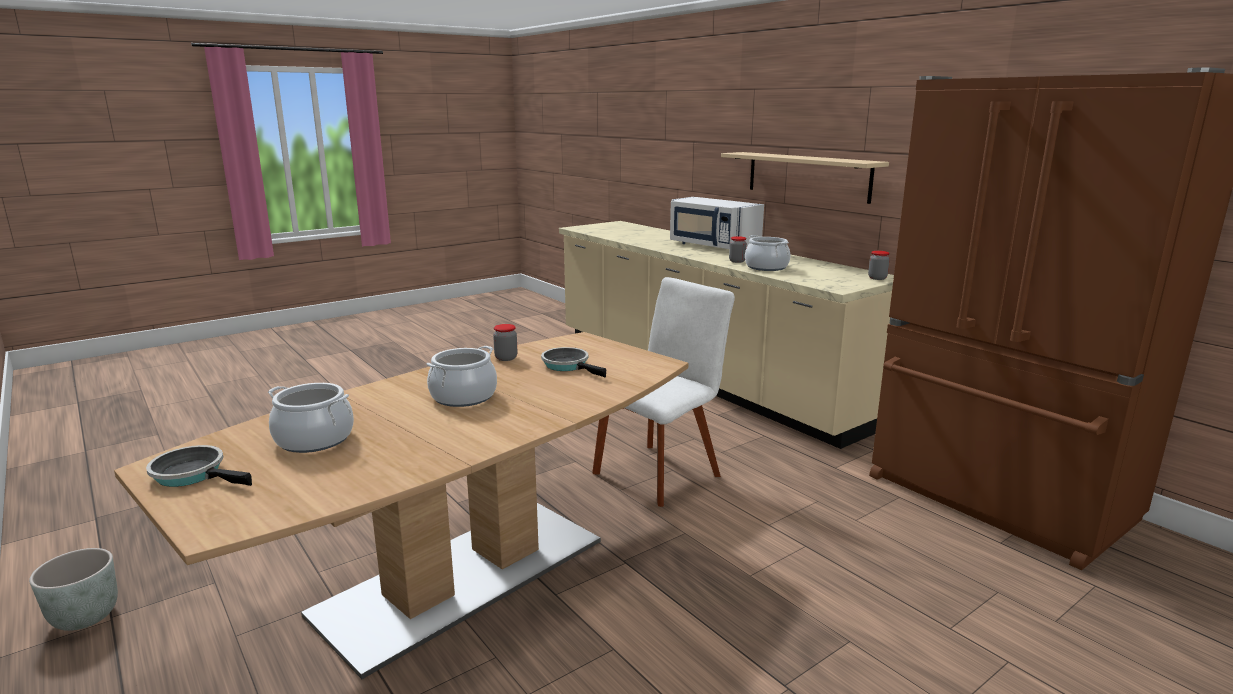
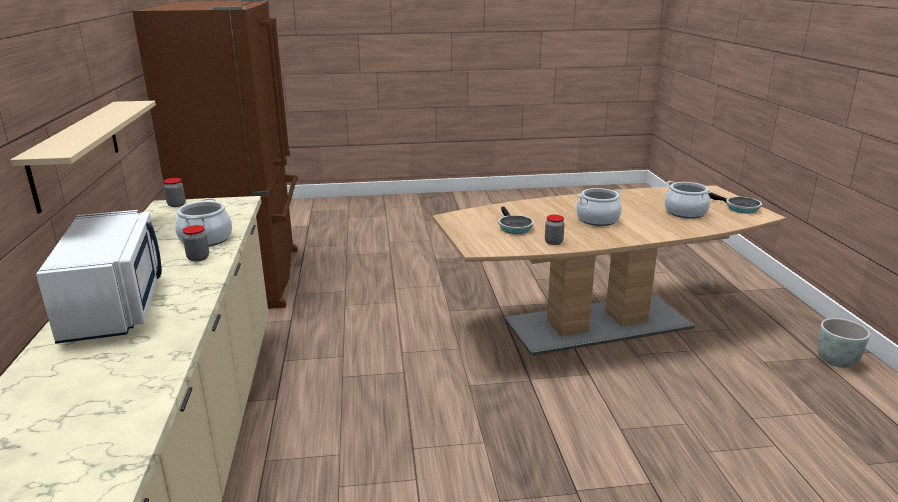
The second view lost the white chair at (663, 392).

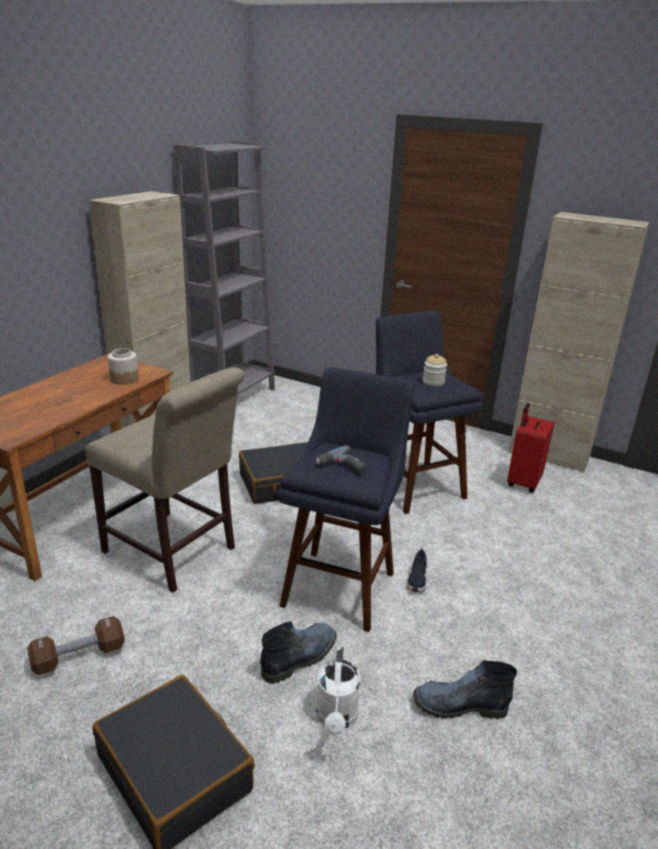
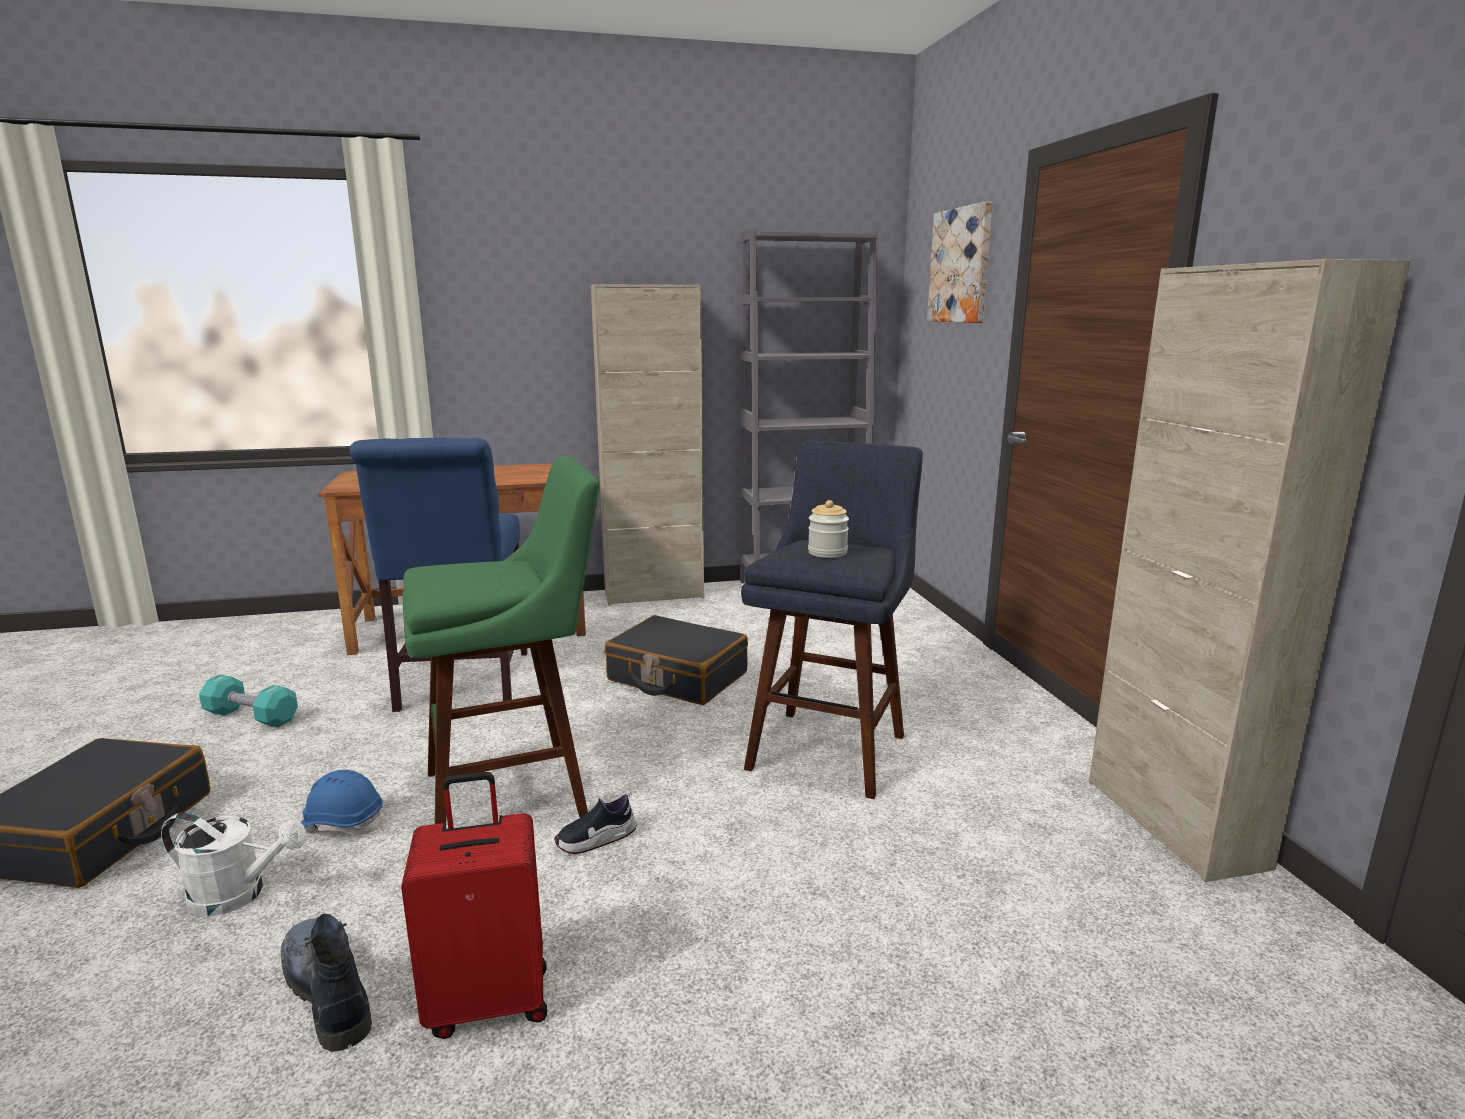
The white watering can at (338, 691) ended up facing another way, 135 degrees counterclockwise from before.
What was the brown dumbbell at (76, 645) turned into the turquoise dumbbell at (248, 700).
Where the boot stood at (298, 652), the blue hard hat came to stand at (341, 802).
What was the beige chair at (164, 480) turned into the blue chair at (439, 574).
The red suitcase ended up elsewhere, having gone from (530, 448) to (474, 905).
What was the blue stool at (346, 499) turned into the green stool at (501, 640).
The second view gained the picture at (960, 262).
The second view lost the jar at (123, 366).
The second view lost the power drill at (341, 459).

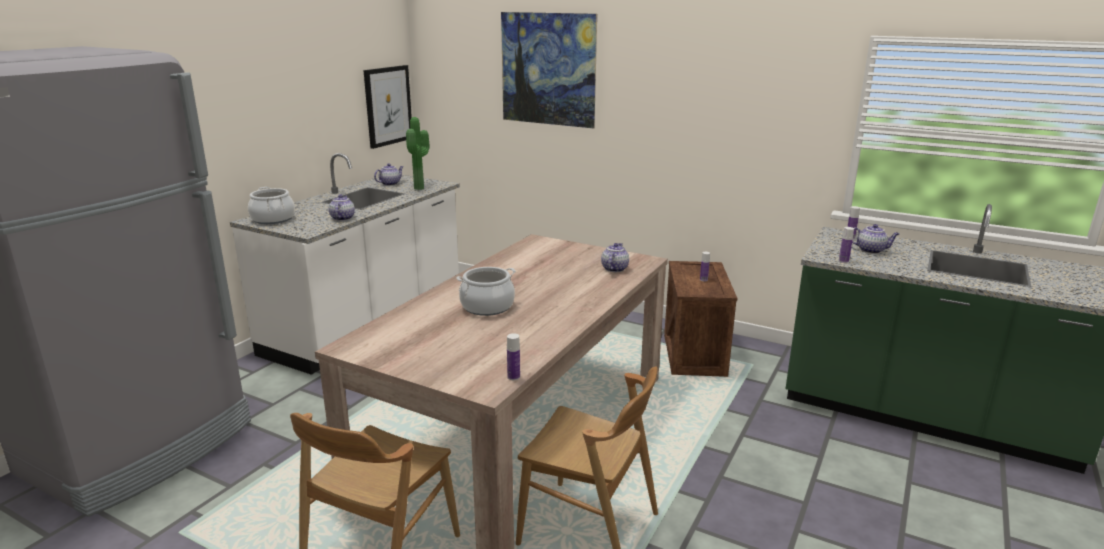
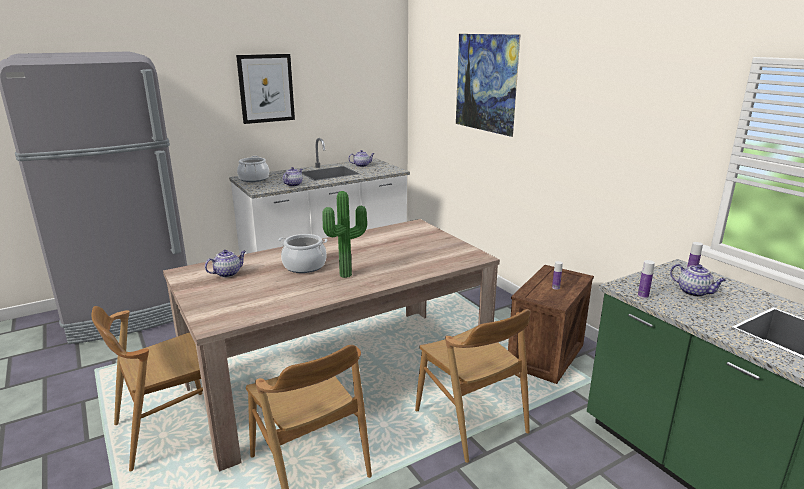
The teapot ended up elsewhere, having gone from (615, 257) to (225, 264).
The picture ended up elsewhere, having gone from (387, 107) to (265, 89).
The potted plant ended up elsewhere, having gone from (417, 153) to (344, 234).
The second view gained the brown chair at (472, 386).
The second view lost the bottle at (513, 356).

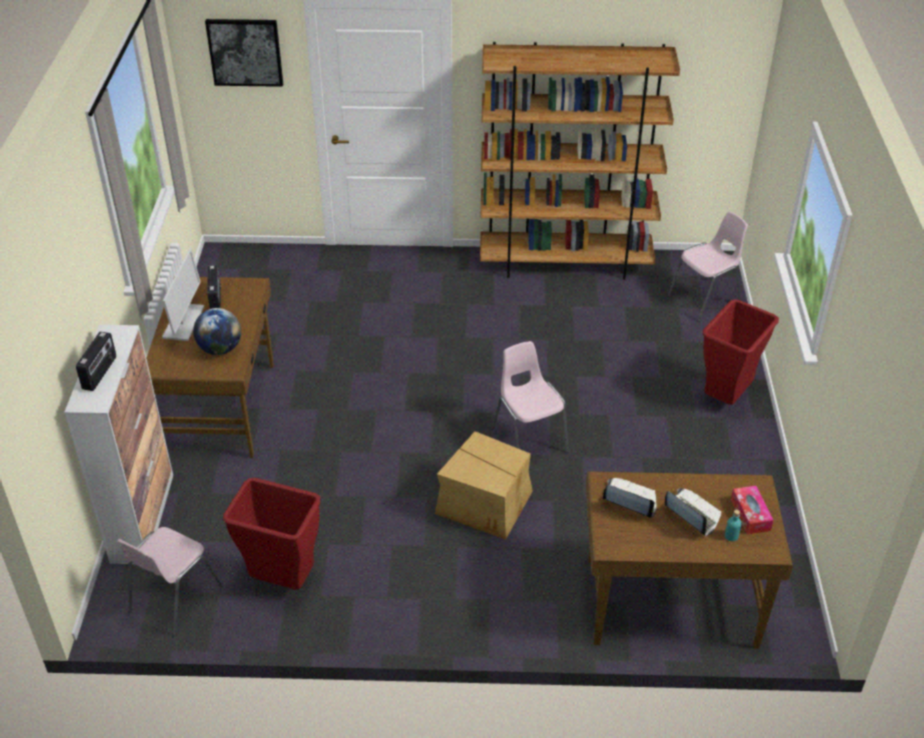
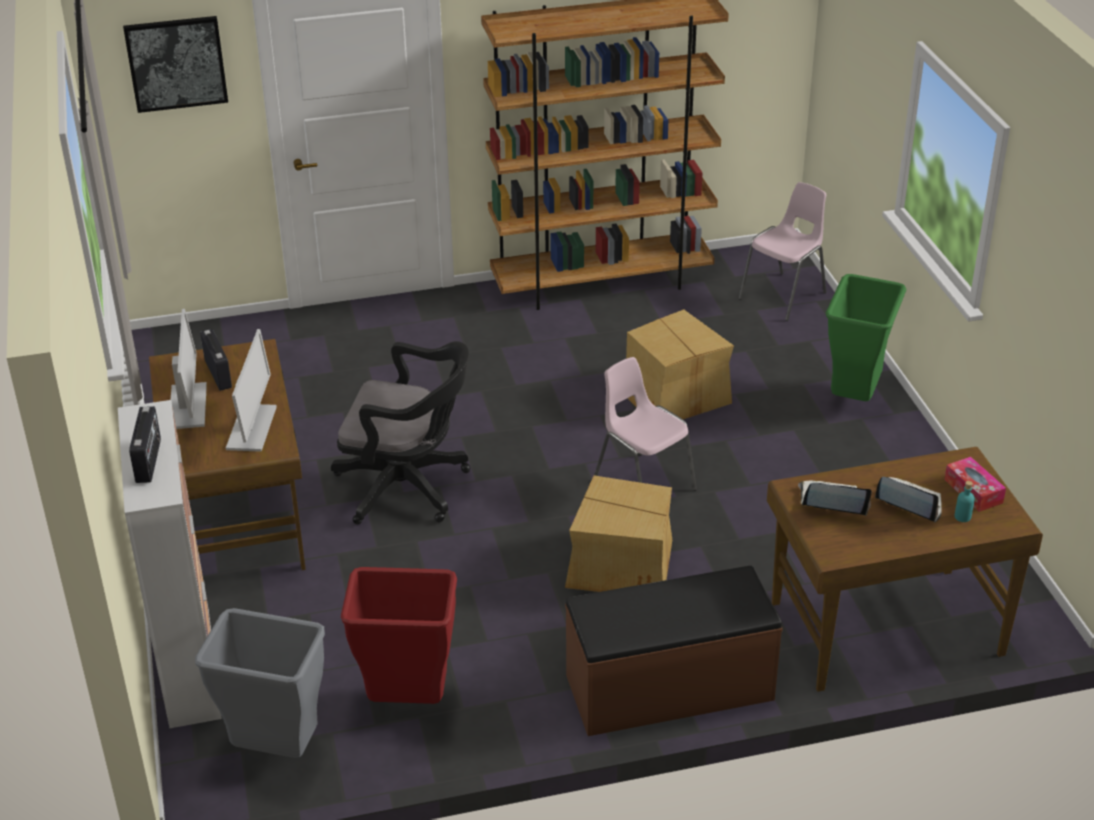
Where the pink chair stood at (170, 582), the grey trash can came to stand at (260, 683).
Where the globe stood at (217, 331), the monitor came to stand at (251, 390).
The second view gained the black office chair at (400, 433).
The second view gained the brown bench at (674, 651).
The second view gained the cardboard box at (680, 364).
What was the red trash can at (741, 352) turned into the green trash can at (866, 337).

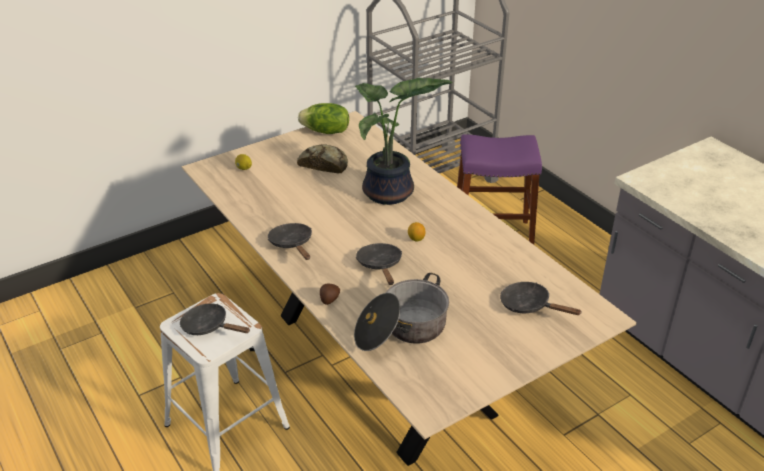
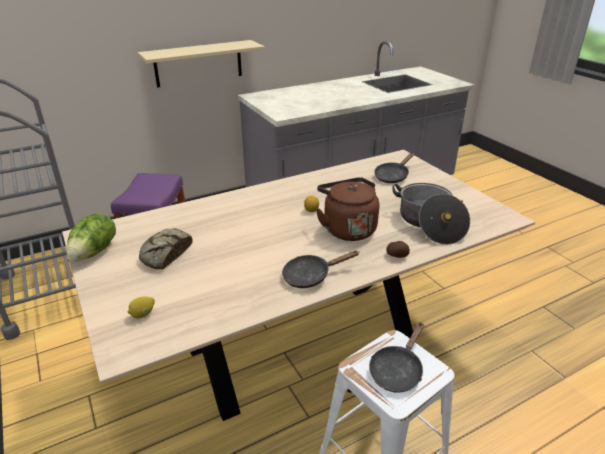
The second view gained the beige shelf at (201, 64).
Where the black frying pan stood at (379, 264), the brown kettle came to stand at (347, 209).
The second view lost the potted plant at (404, 141).

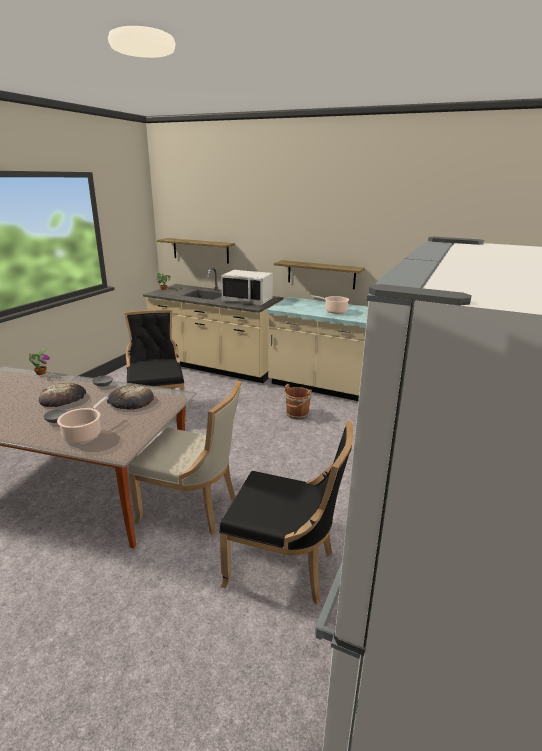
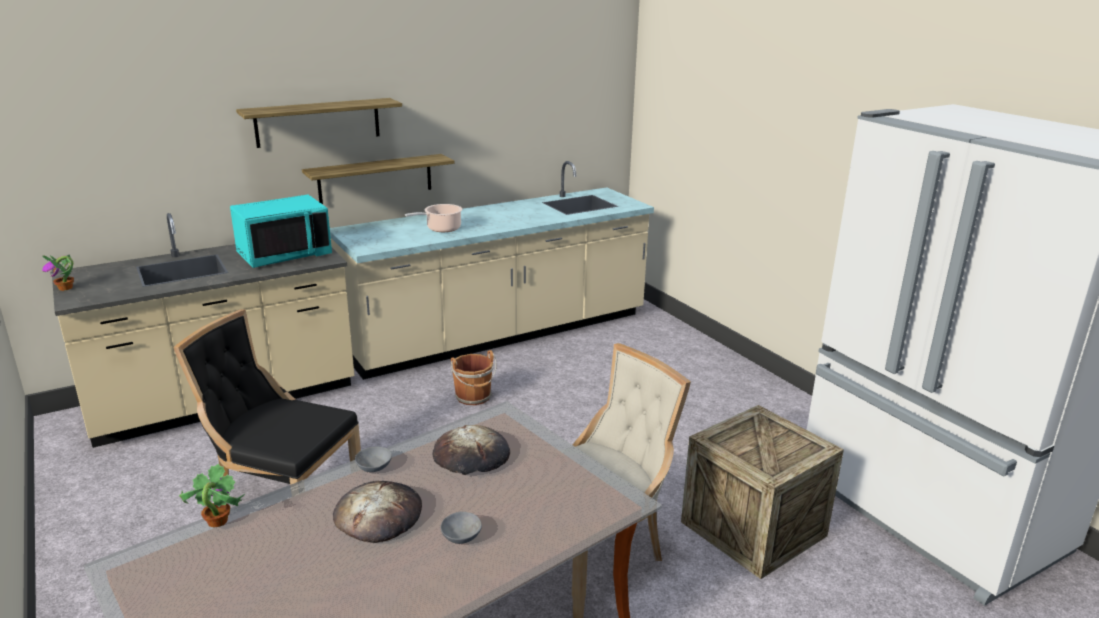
What was the white microwave at (247, 287) turned into the turquoise microwave at (281, 231).
The shelf ended up elsewhere, having gone from (196, 250) to (319, 123).
Where the black chair stood at (286, 513), the crate came to stand at (762, 492).
The second view lost the cooking pot at (82, 420).

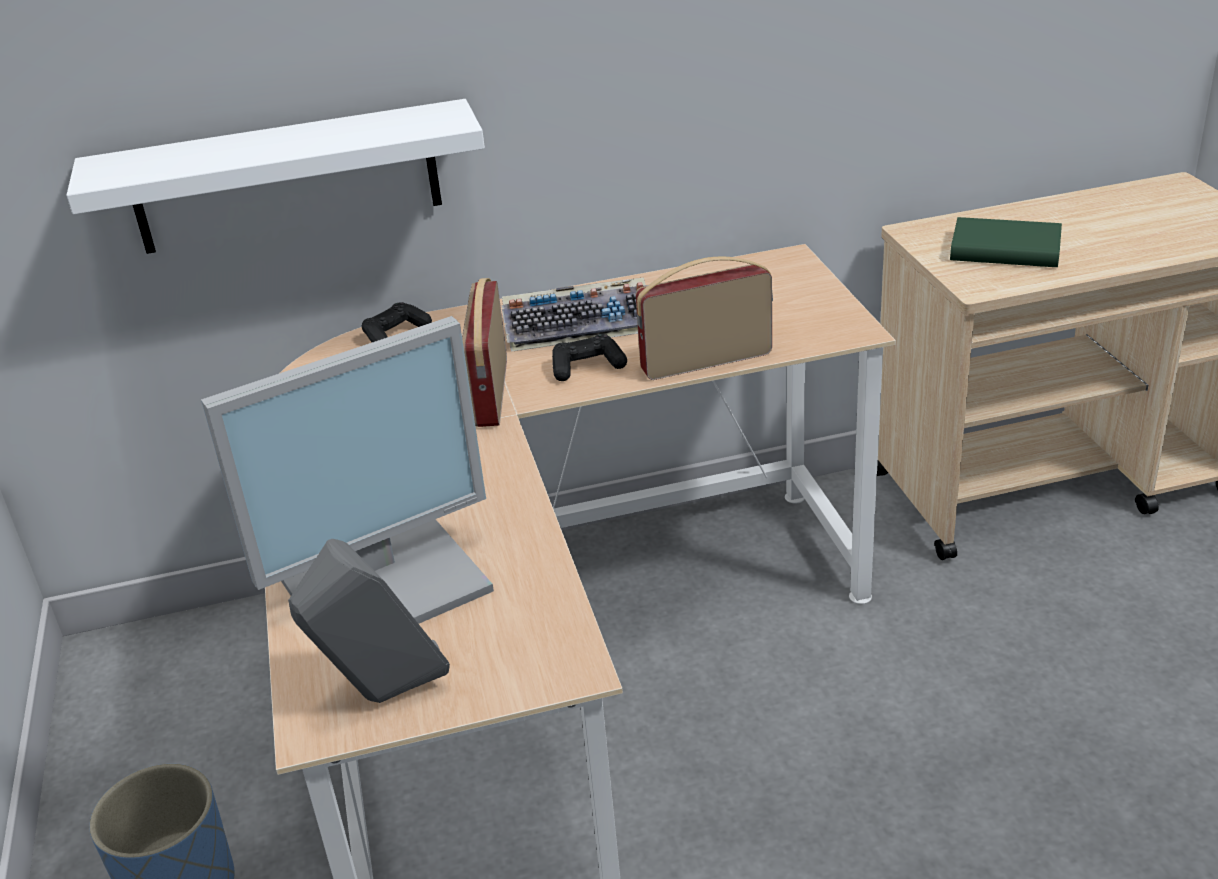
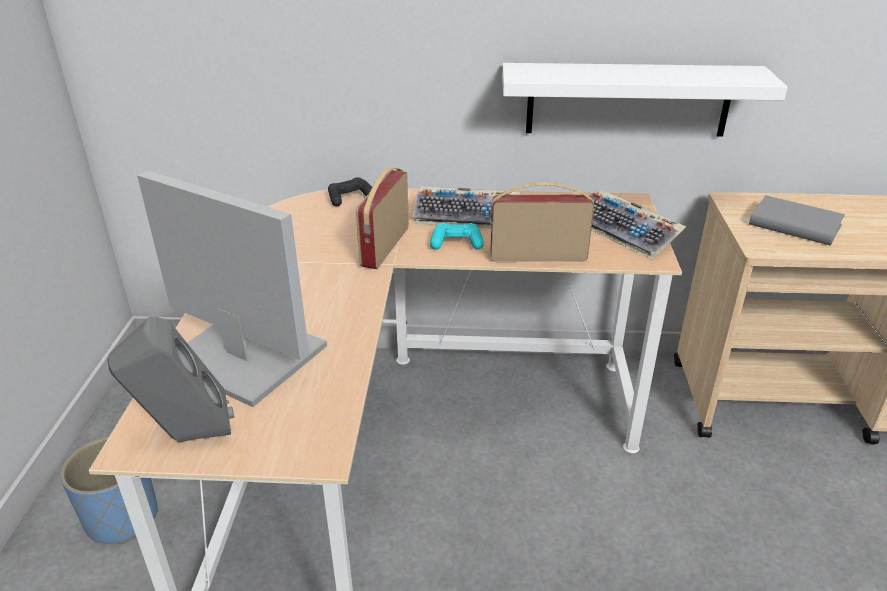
The monitor at (347, 470) ended up facing another way, 135 degrees counterclockwise from before.
What was the black game controller at (589, 357) turned into the turquoise game controller at (457, 236).
The white shelf ended up elsewhere, having gone from (275, 176) to (645, 100).
The second view gained the keyboard at (637, 225).
What was the green book at (1006, 242) turned into the grey book at (797, 220).

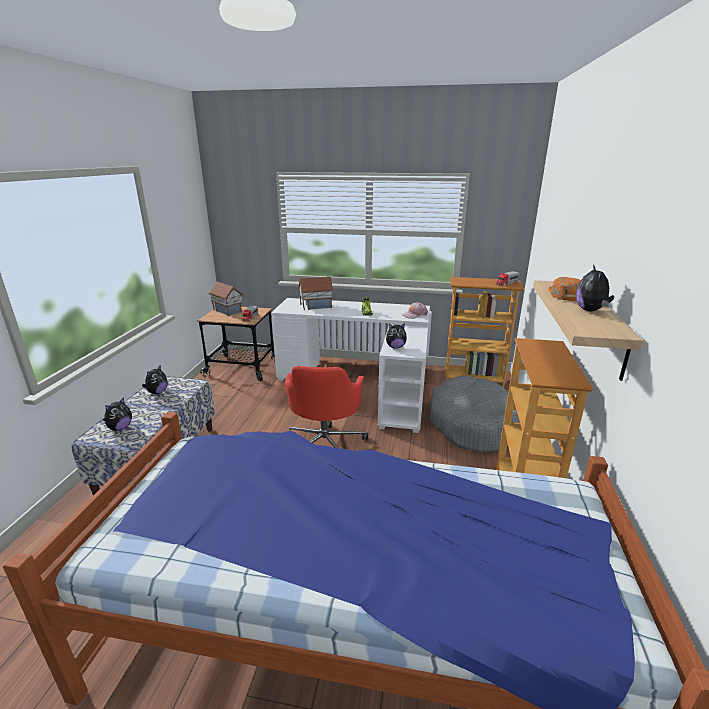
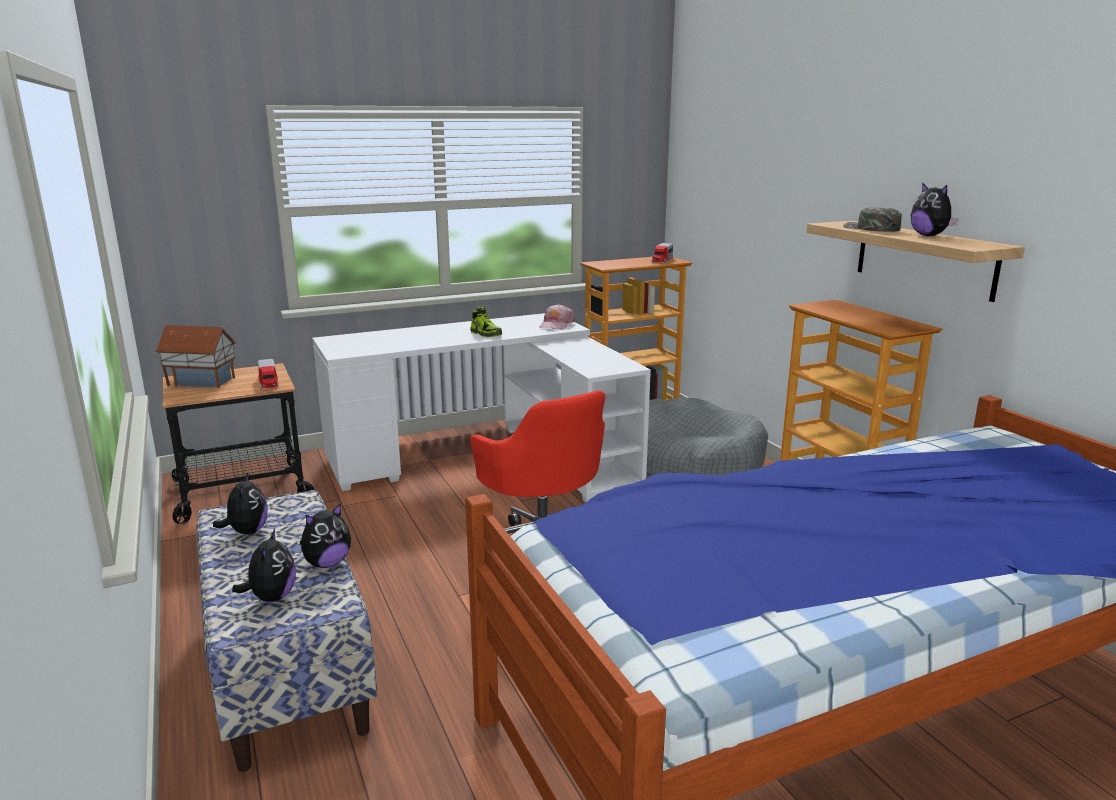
The plush toy ended up elsewhere, having gone from (396, 336) to (325, 535).
What was the orange cap at (564, 289) turned into the green cap at (872, 220).
The second view lost the toy house at (316, 293).

